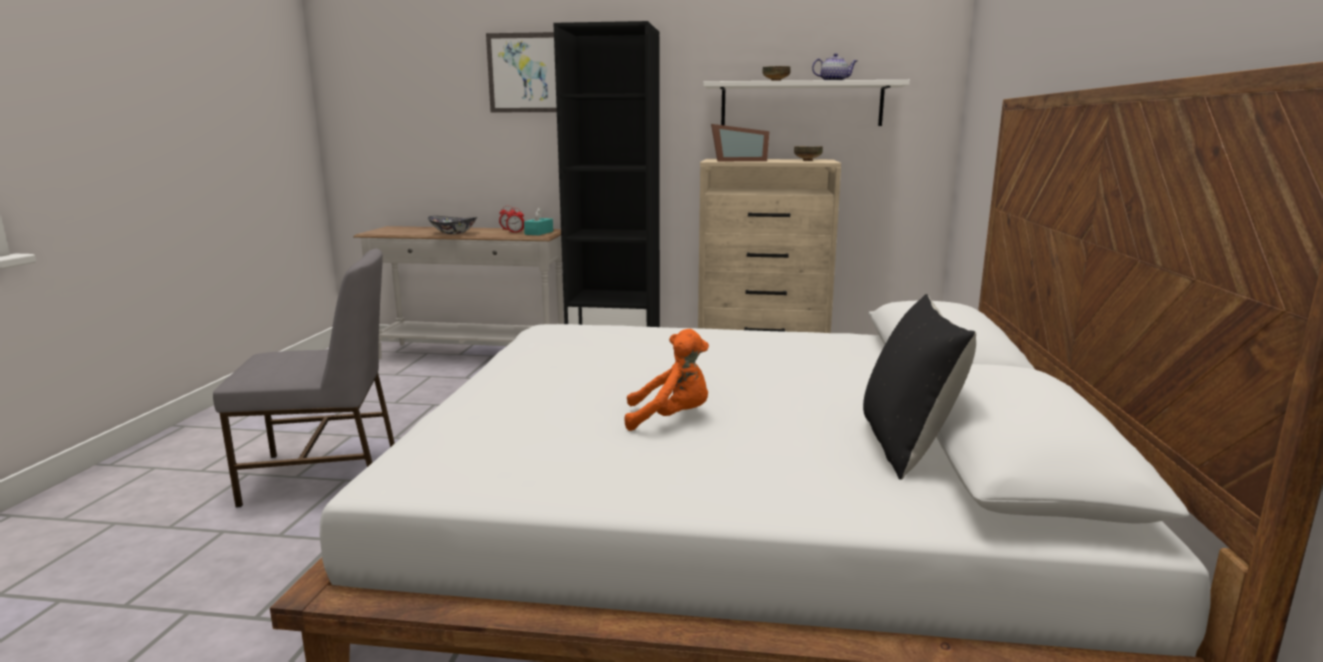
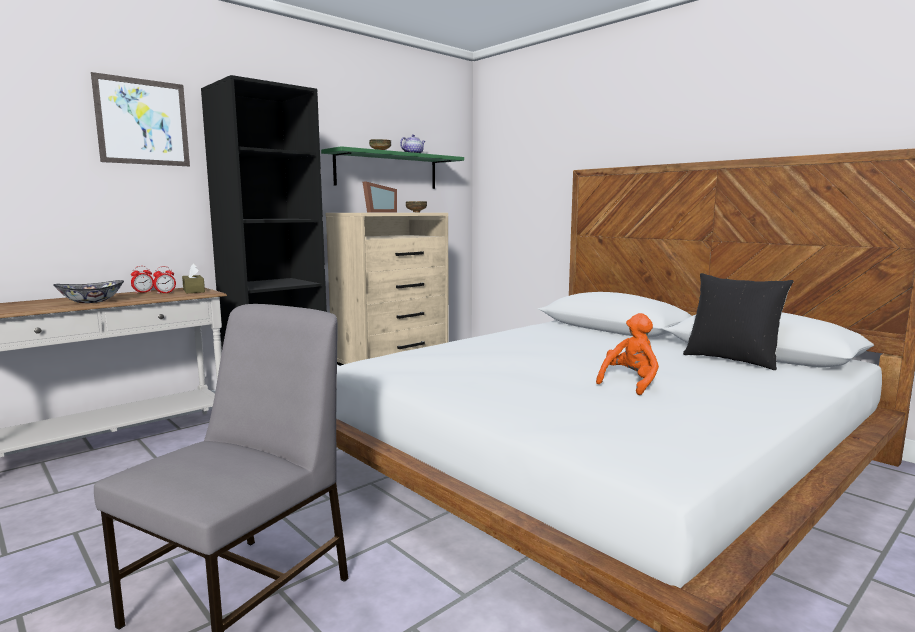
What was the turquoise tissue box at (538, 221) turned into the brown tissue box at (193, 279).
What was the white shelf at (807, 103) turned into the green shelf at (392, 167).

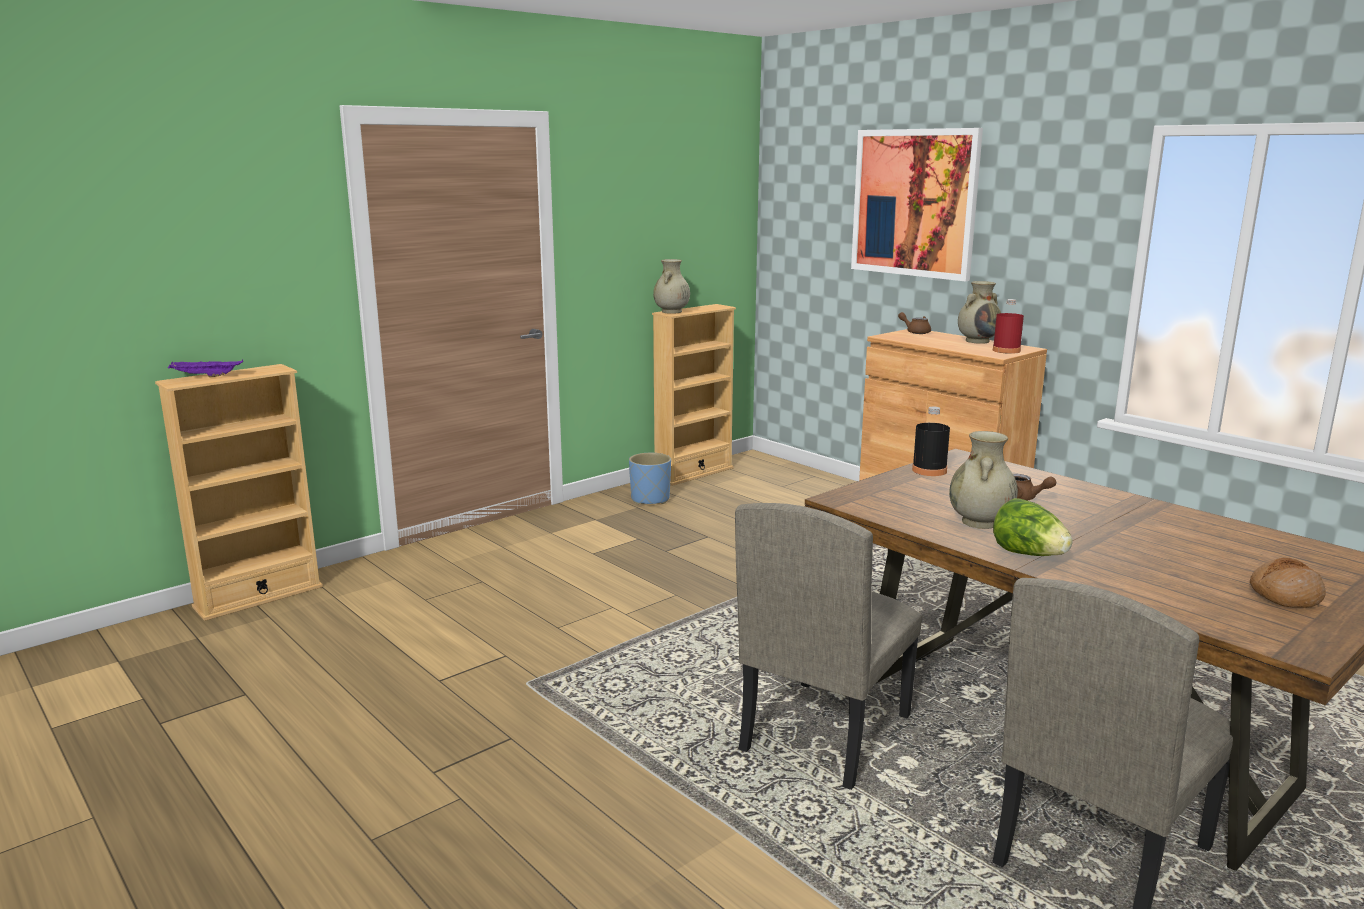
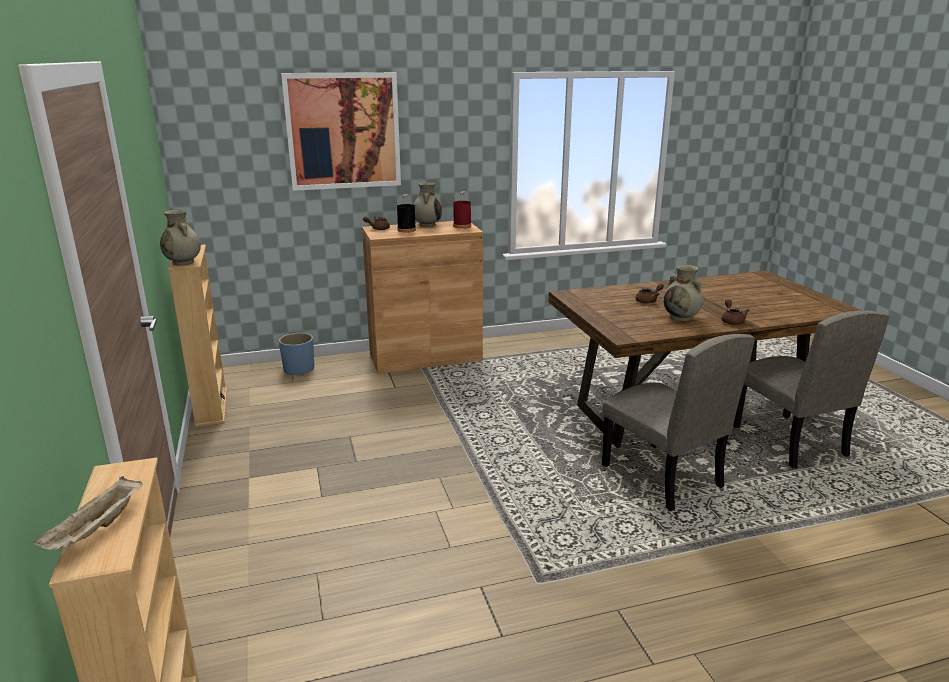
What was the purple tray at (205, 368) turned into the beige tray at (88, 513).
The blue planter ended up elsewhere, having gone from (650, 479) to (296, 354).
The black bottle ended up elsewhere, having gone from (931, 441) to (406, 214).
Where the lettuce stood at (1033, 527), the brown teapot came to stand at (735, 312).
The second view lost the bread at (1288, 583).

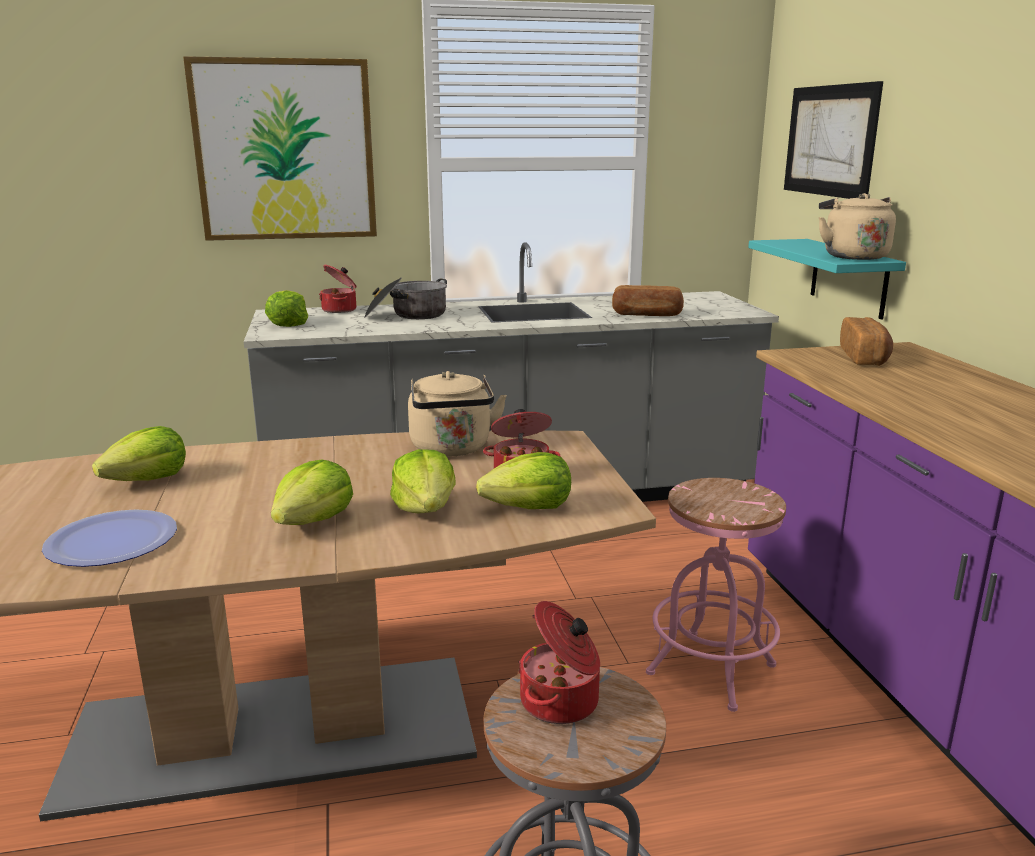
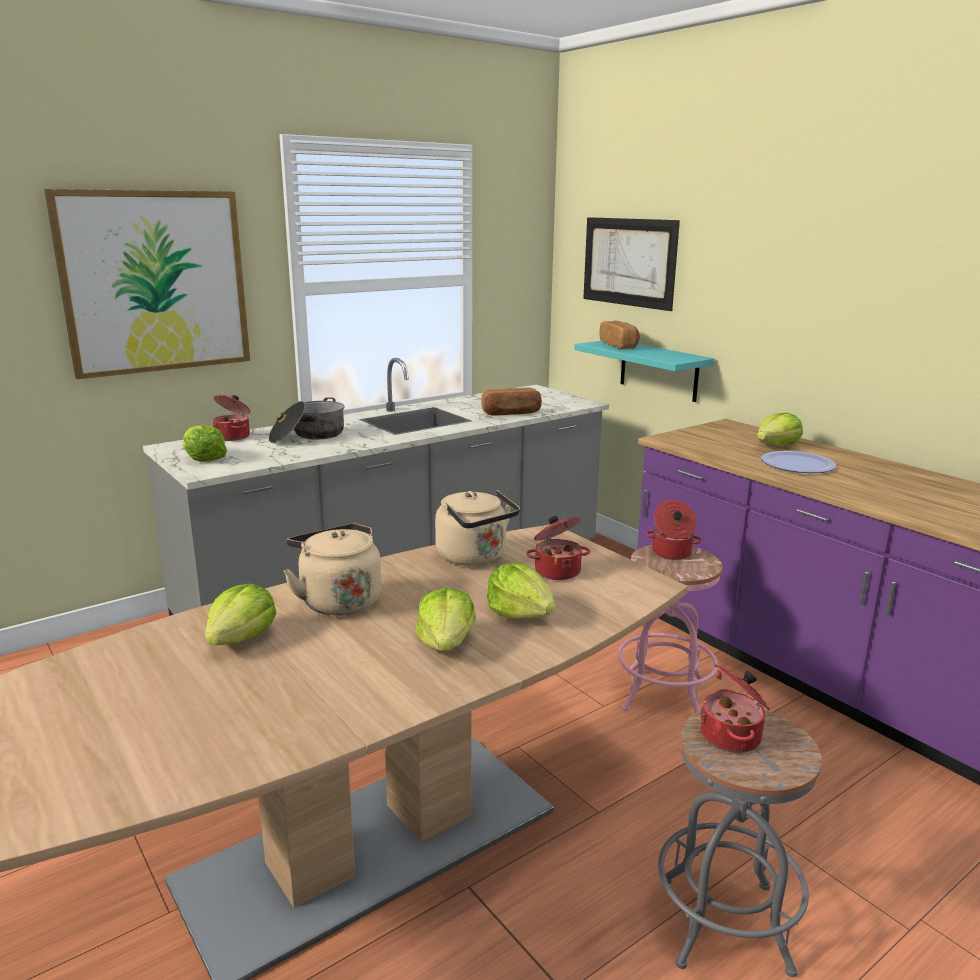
The beige kettle ended up elsewhere, having gone from (857, 226) to (333, 569).
The bread ended up elsewhere, having gone from (866, 341) to (620, 335).
The second view gained the cooking pot at (673, 530).
The lettuce ended up elsewhere, having gone from (523, 480) to (780, 429).
The plate ended up elsewhere, having gone from (109, 538) to (799, 462).

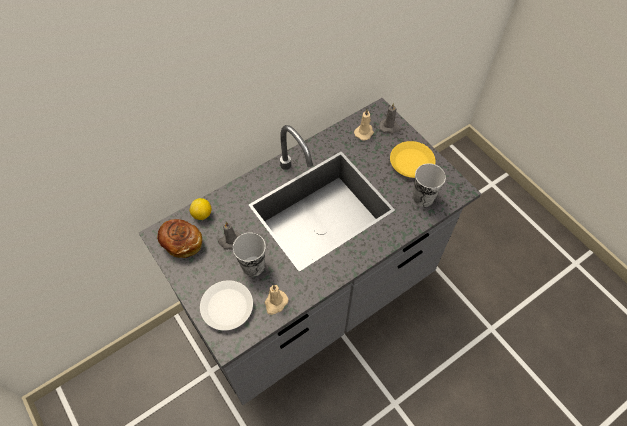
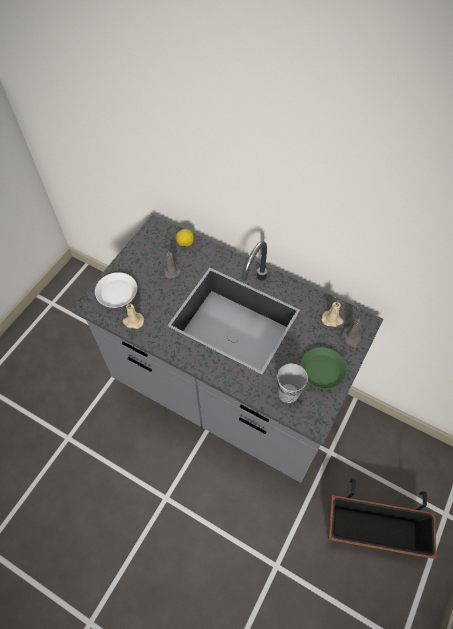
What was the yellow plate at (413, 159) turned into the green plate at (323, 368).
The second view gained the planter at (382, 519).
The second view lost the bread at (179, 238).
The second view lost the cup at (249, 254).

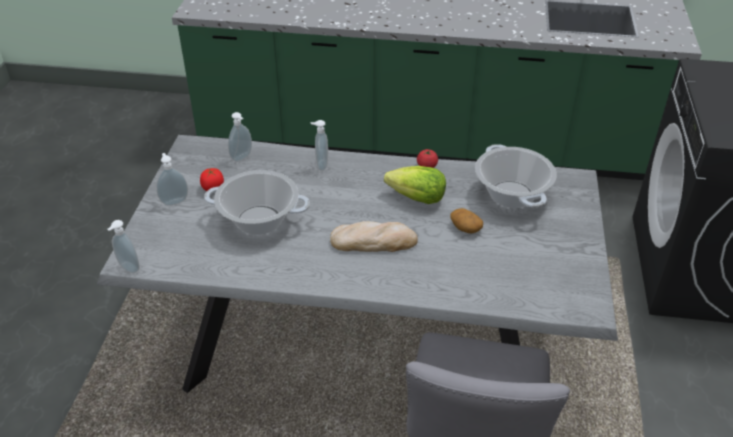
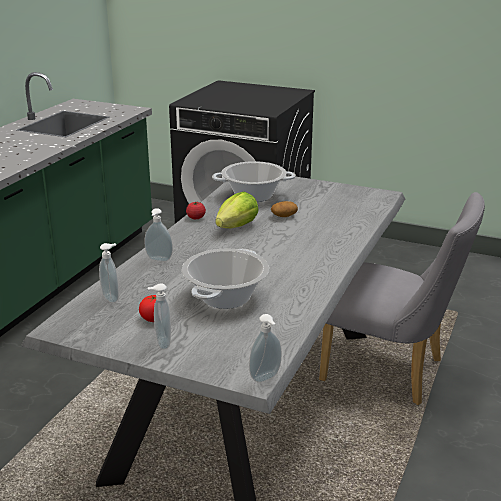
The second view lost the bread at (374, 236).

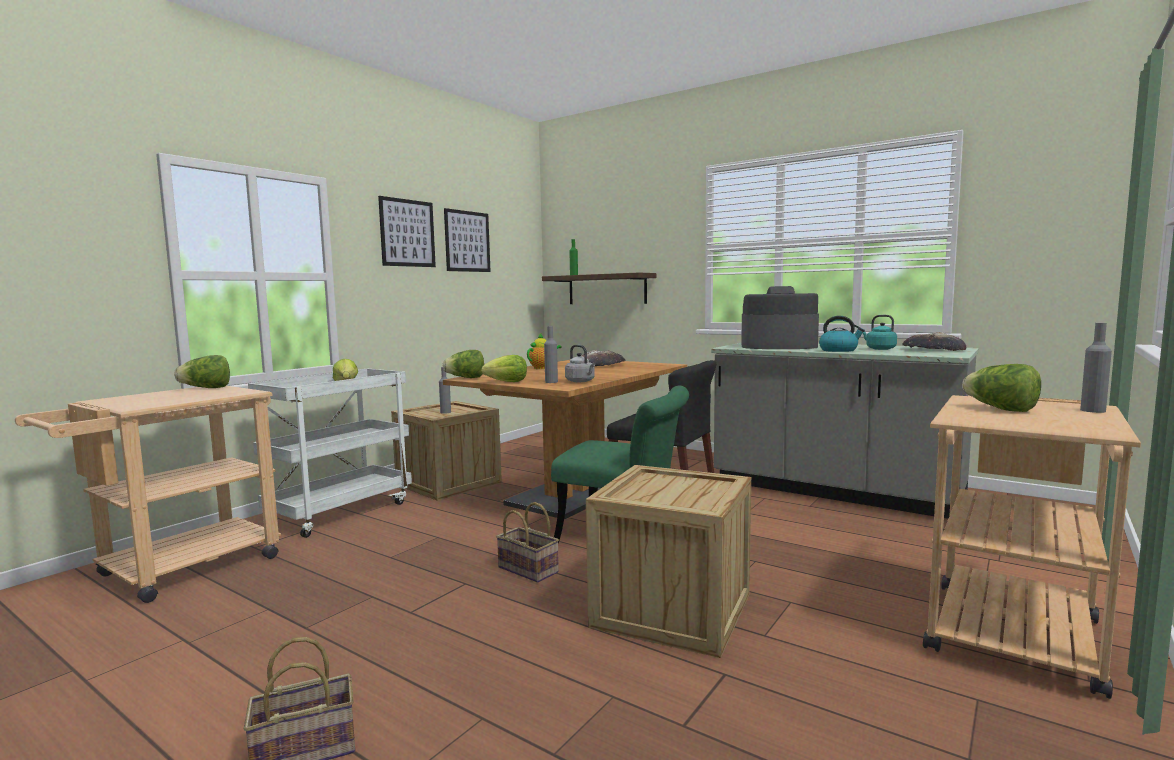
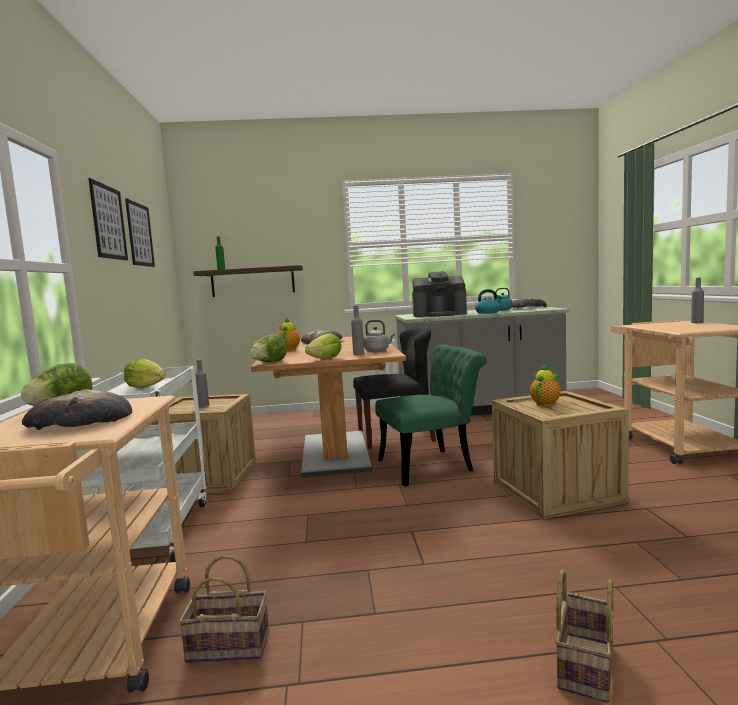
The second view gained the bread at (77, 409).
The basket ended up elsewhere, having gone from (527, 542) to (224, 609).
The coffee machine at (780, 317) ended up facing another way, 150 degrees counterclockwise from before.
The second view gained the teapot at (545, 385).
The second view lost the lettuce at (1001, 388).

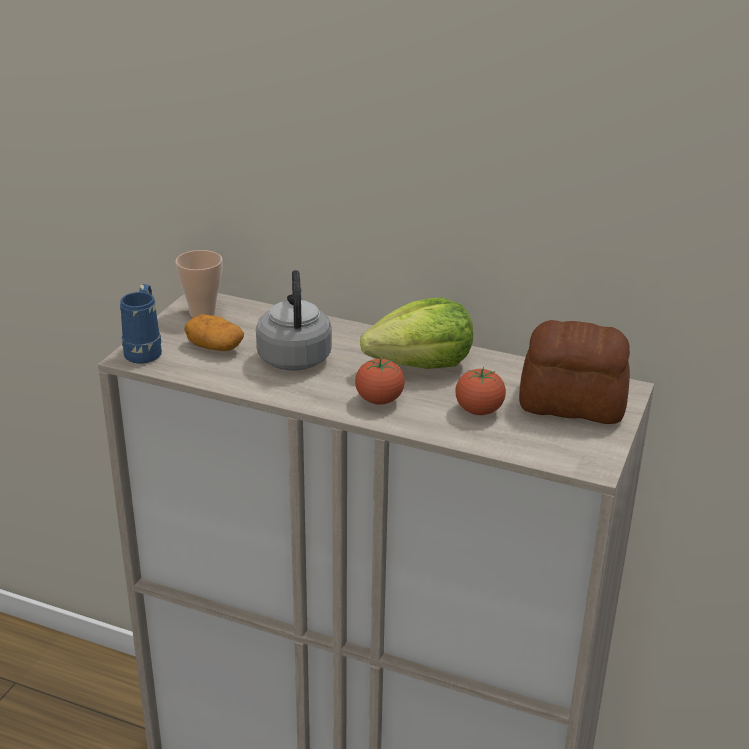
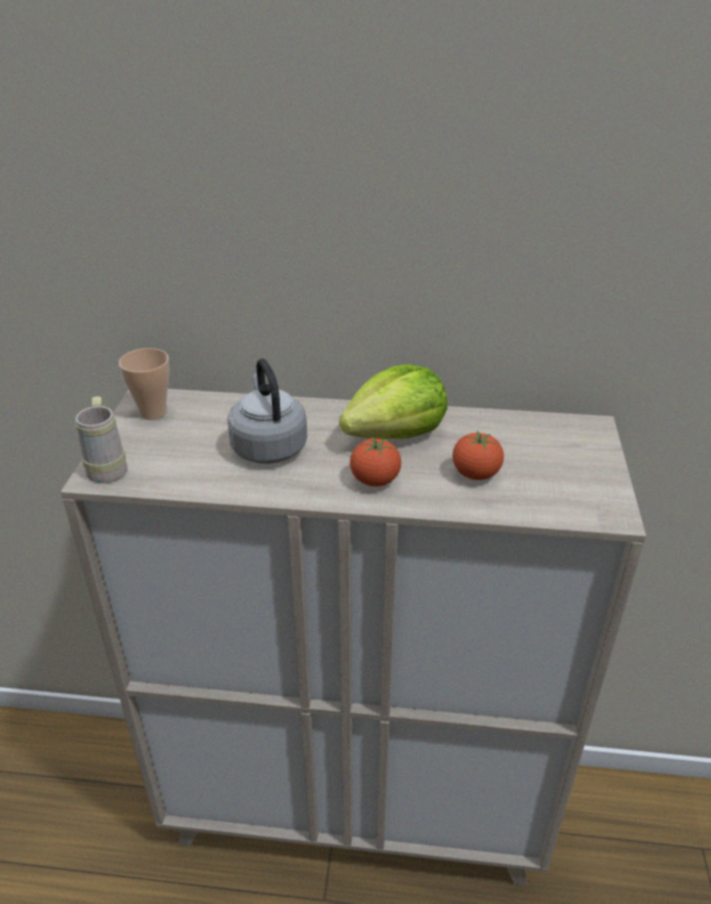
What was the blue mug at (141, 324) turned into the beige mug at (102, 439).
The second view lost the potato at (214, 333).
The second view lost the bread at (574, 372).

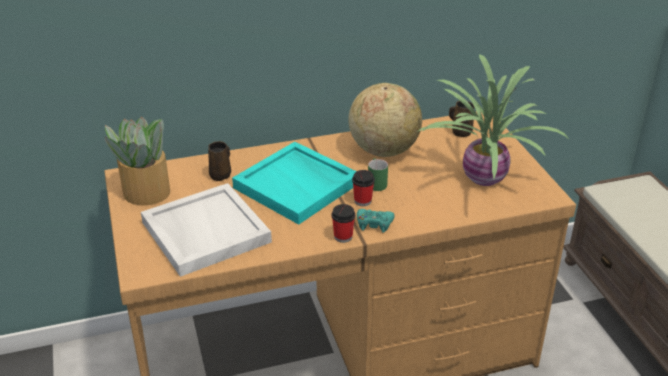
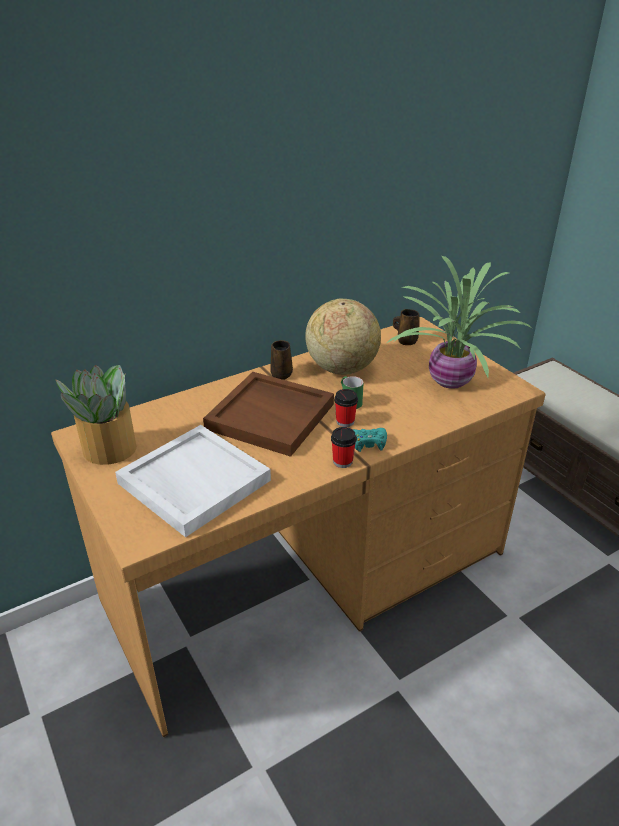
What was the turquoise tray at (294, 183) turned into the brown tray at (268, 414).
The brown mug ended up elsewhere, having gone from (219, 161) to (281, 360).

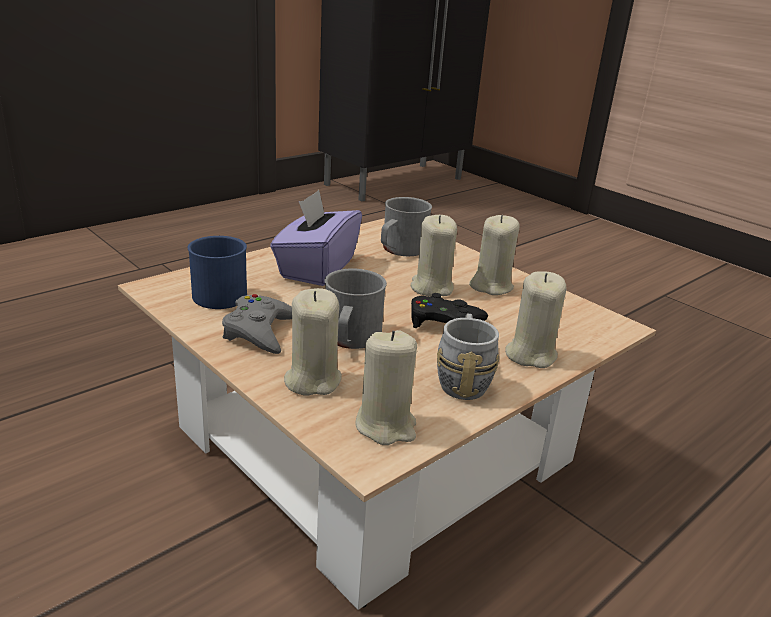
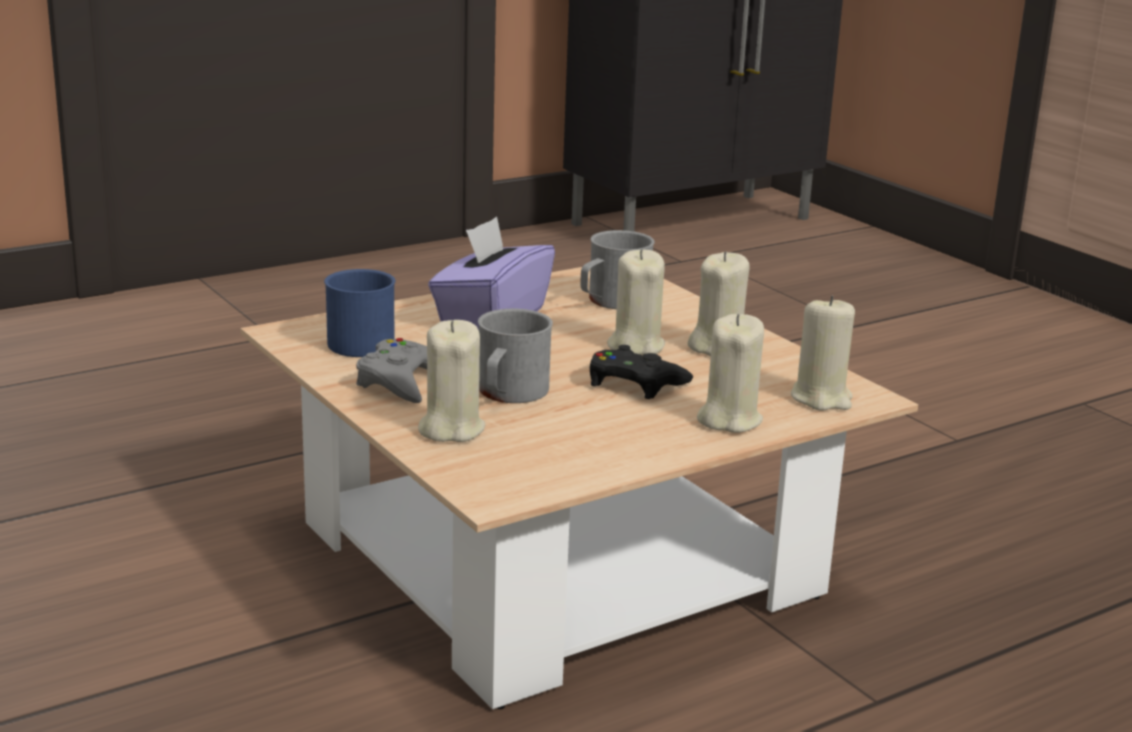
The beige candle ended up elsewhere, having gone from (386, 387) to (823, 353).
The second view lost the grey mug at (468, 356).

